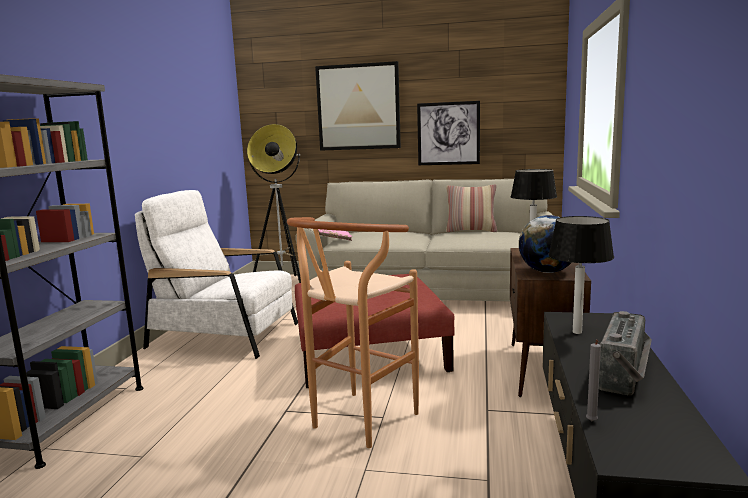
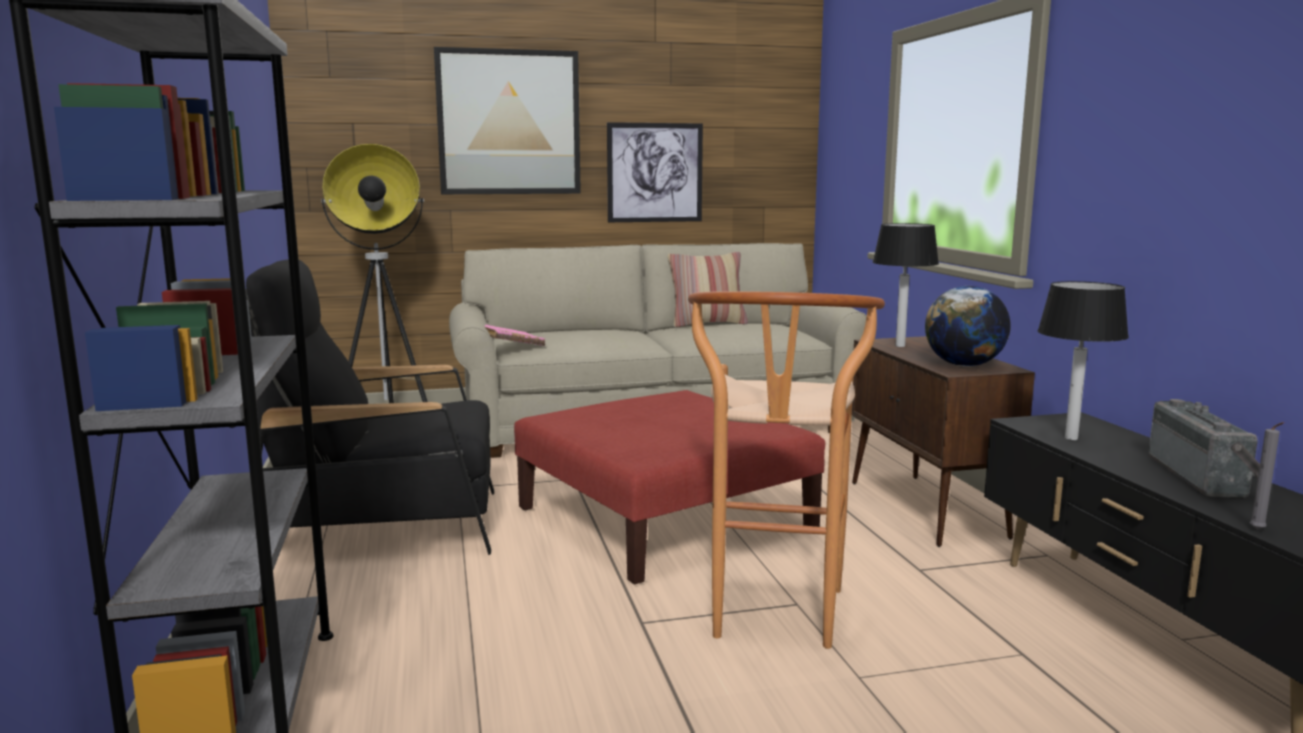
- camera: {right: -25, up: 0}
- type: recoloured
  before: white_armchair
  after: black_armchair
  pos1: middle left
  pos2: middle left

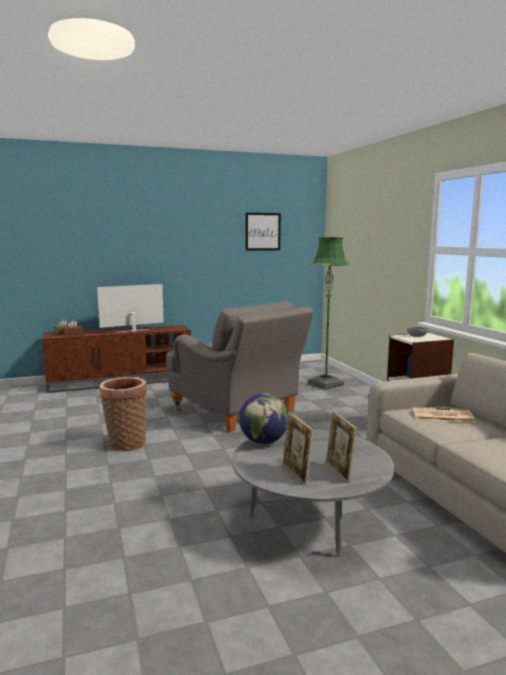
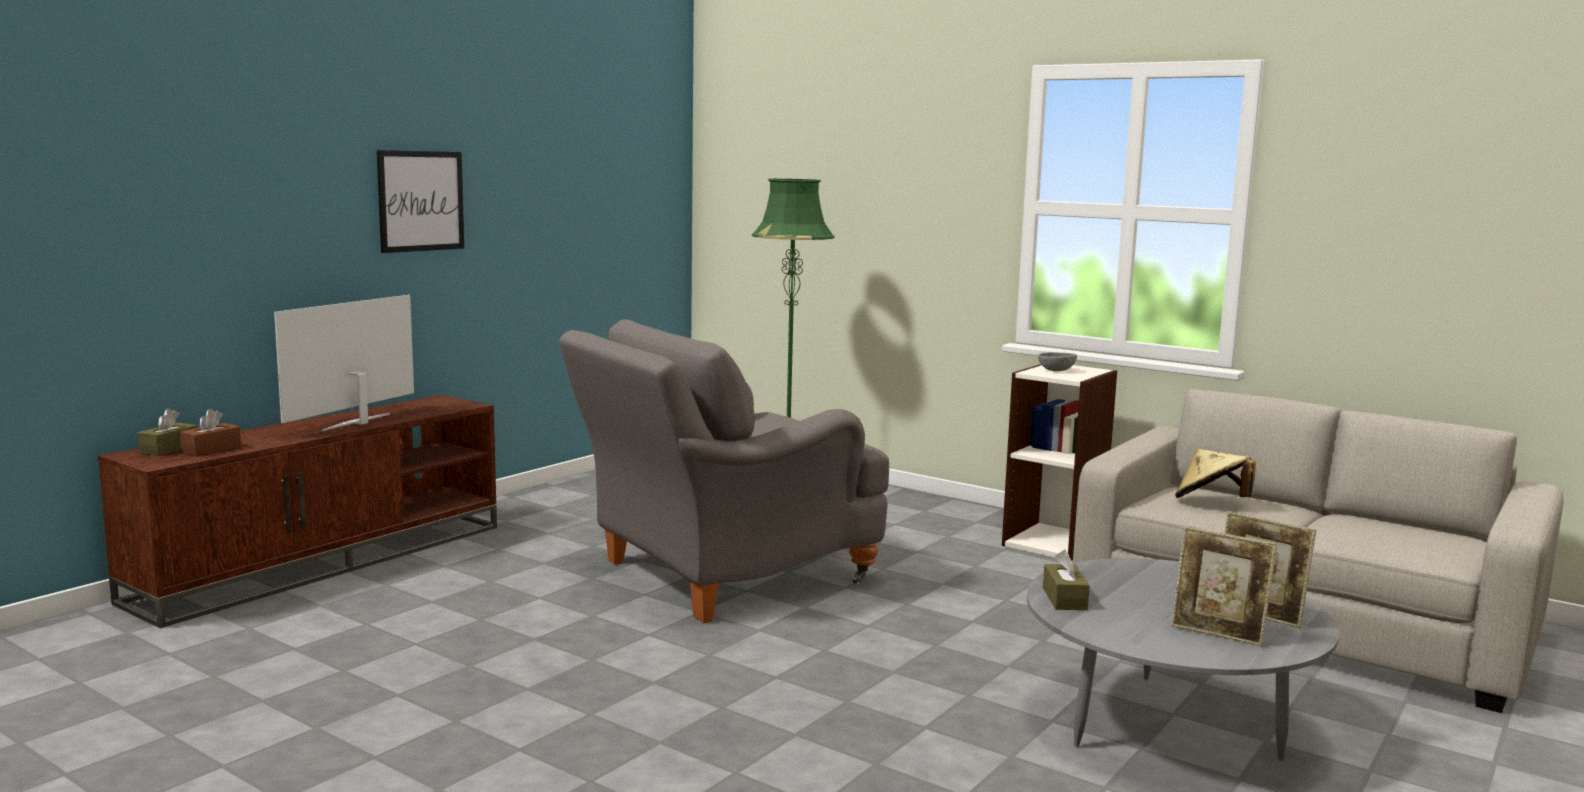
- camera: {right: -35, up: 0}
- type: moved
  before: picture
  pos1: centre
  pos2: top left
- type: turned
  before: grey_armchair
  pos1: centre
  pos2: centre
  turn: 135
- type: removed
  before: basket
  pos1: middle left
- type: replaced
  before: globe
  after: brown_tissue_box (3rd from left)
  pos1: centre
  pos2: bottom right
- type: replaced
  before: newspaper
  after: beige_hat
  pos1: middle right
  pos2: middle right

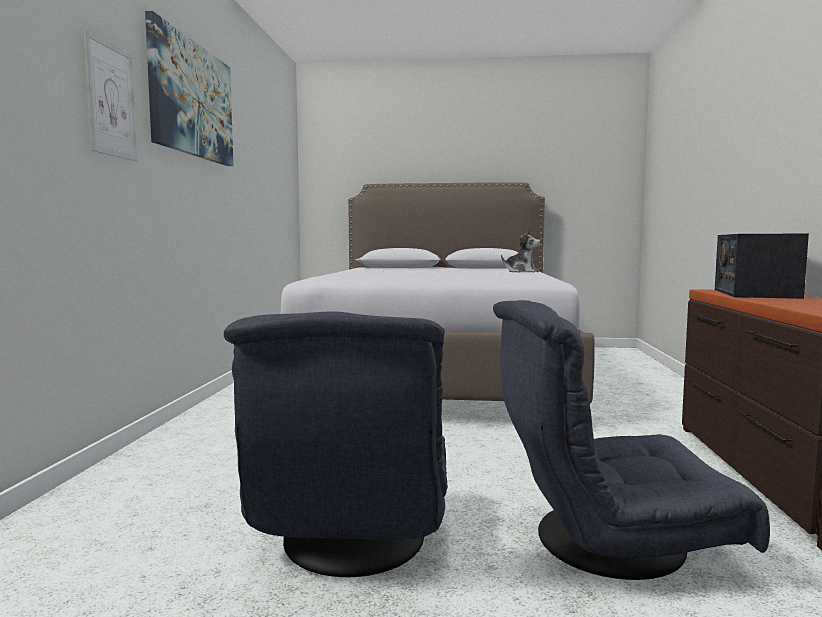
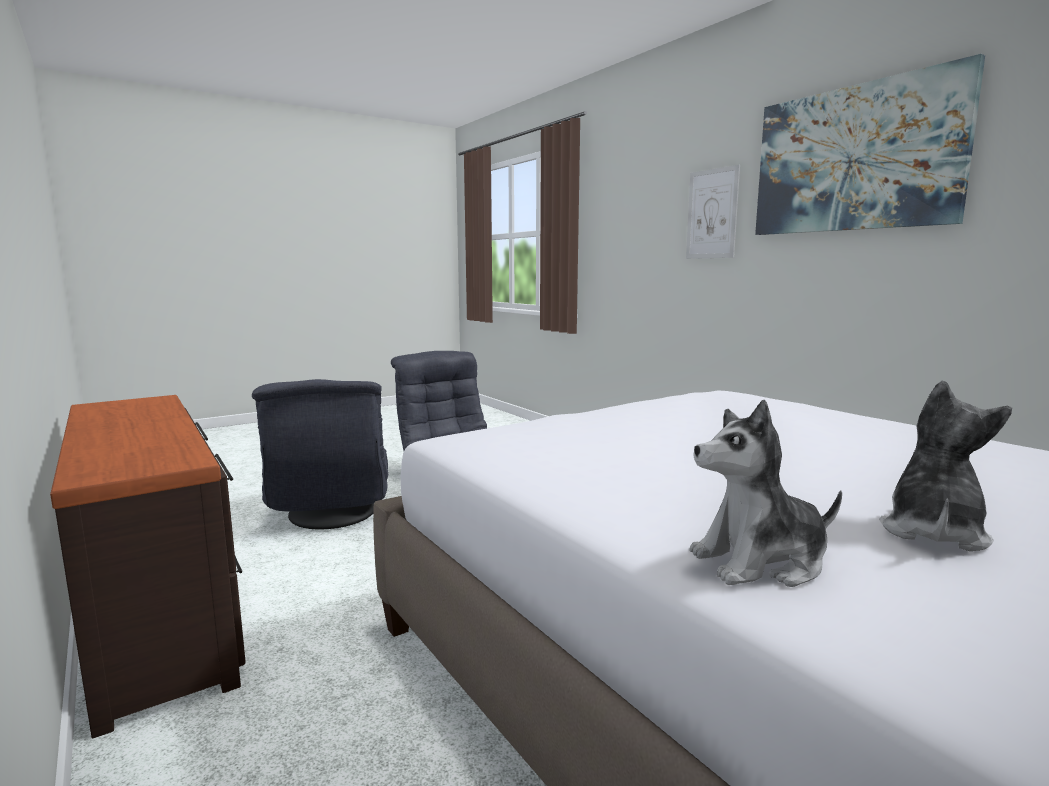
- camera: {right: 140, up: 5}
- type: removed
  before: radio
  pos1: middle right
- type: turned
  before: grey_armchair (2nd from left in the first image)
  pos1: bottom right
  pos2: middle left
  turn: 120
- type: added
  after: plush_toy (2nd from left)
  pos2: middle right

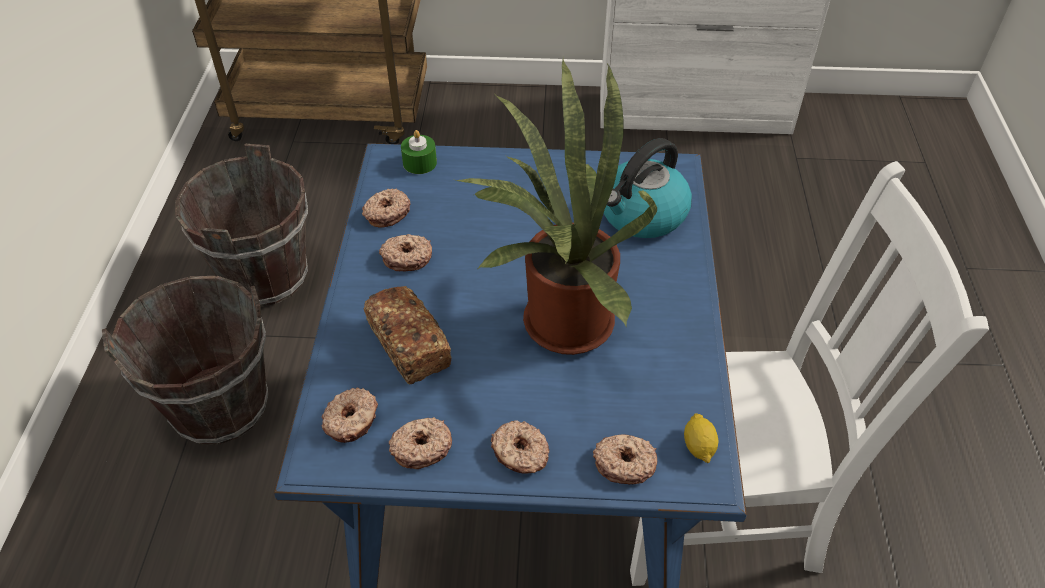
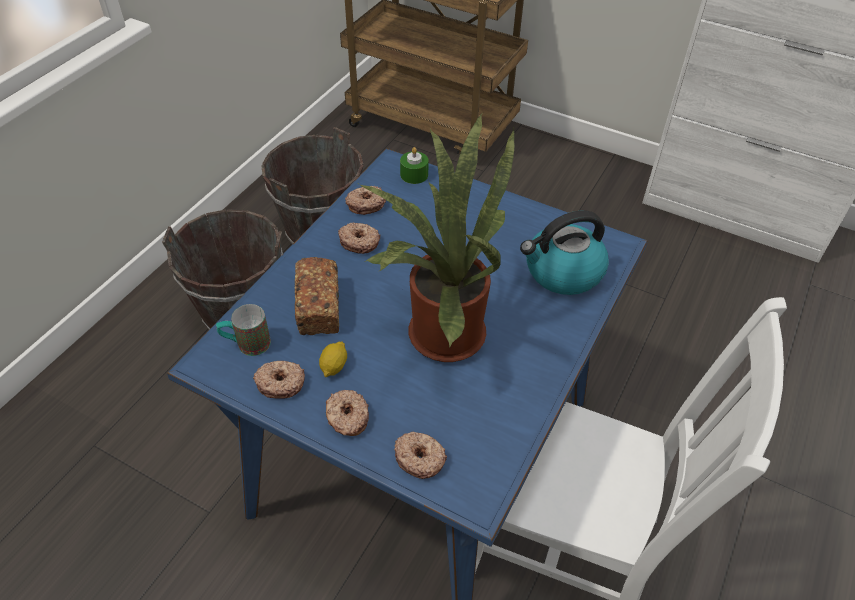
- camera: {right: 25, up: 0}
- type: replaced
  before: donut (1st from left)
  after: mug
  pos1: bottom centre
  pos2: middle left
- type: moved
  before: lemon
  pos1: bottom right
  pos2: centre

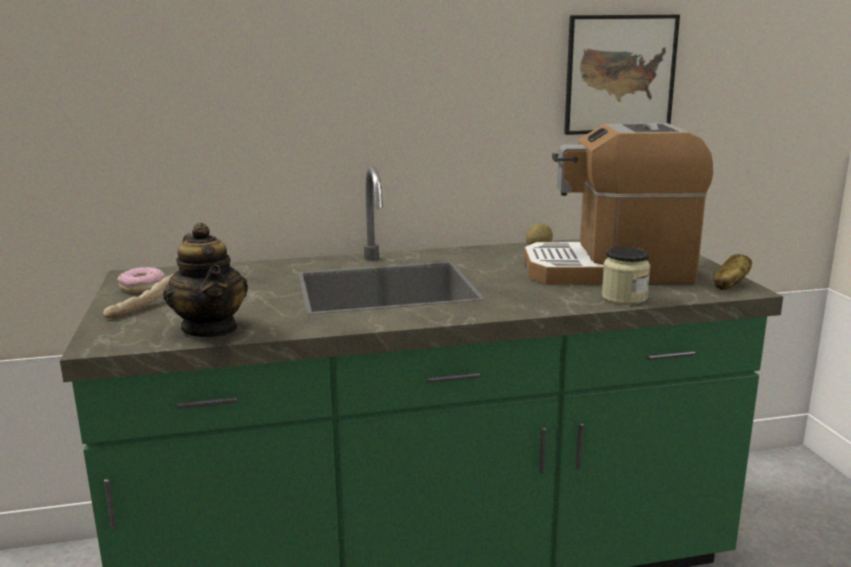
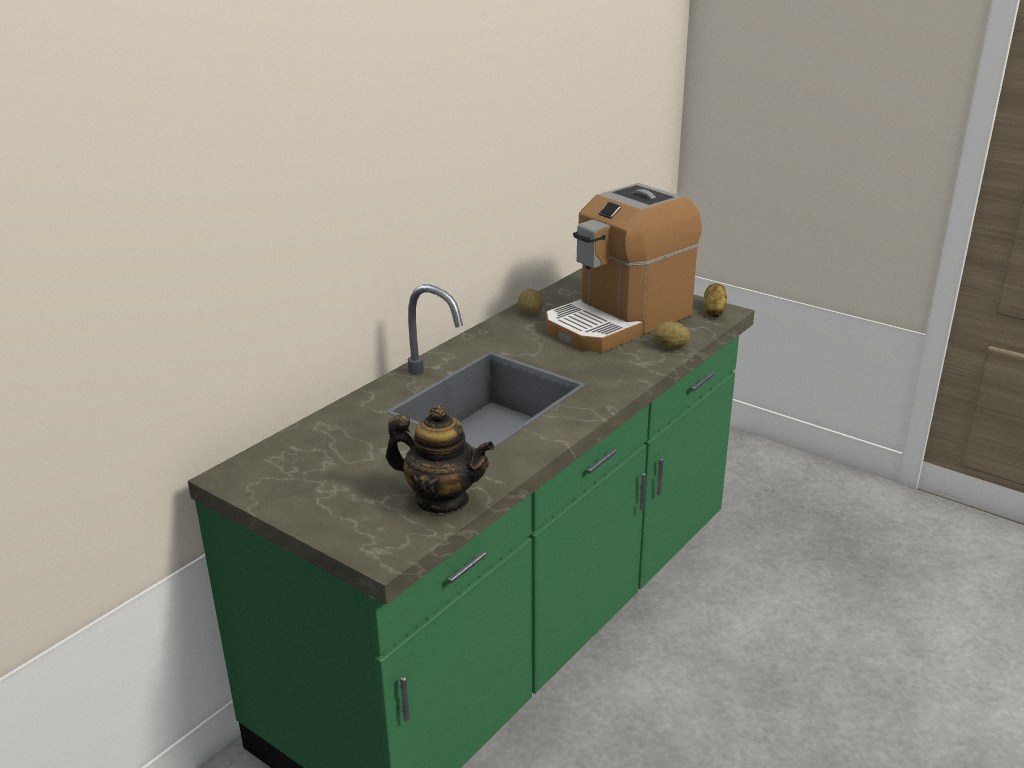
- camera: {right: -40, up: 10}
- type: removed
  before: picture
  pos1: top right
- type: replaced
  before: jar
  after: potato (2nd from left)
  pos1: middle right
  pos2: centre
- type: removed
  before: donut
  pos1: middle left
- type: removed
  before: bread
  pos1: middle left

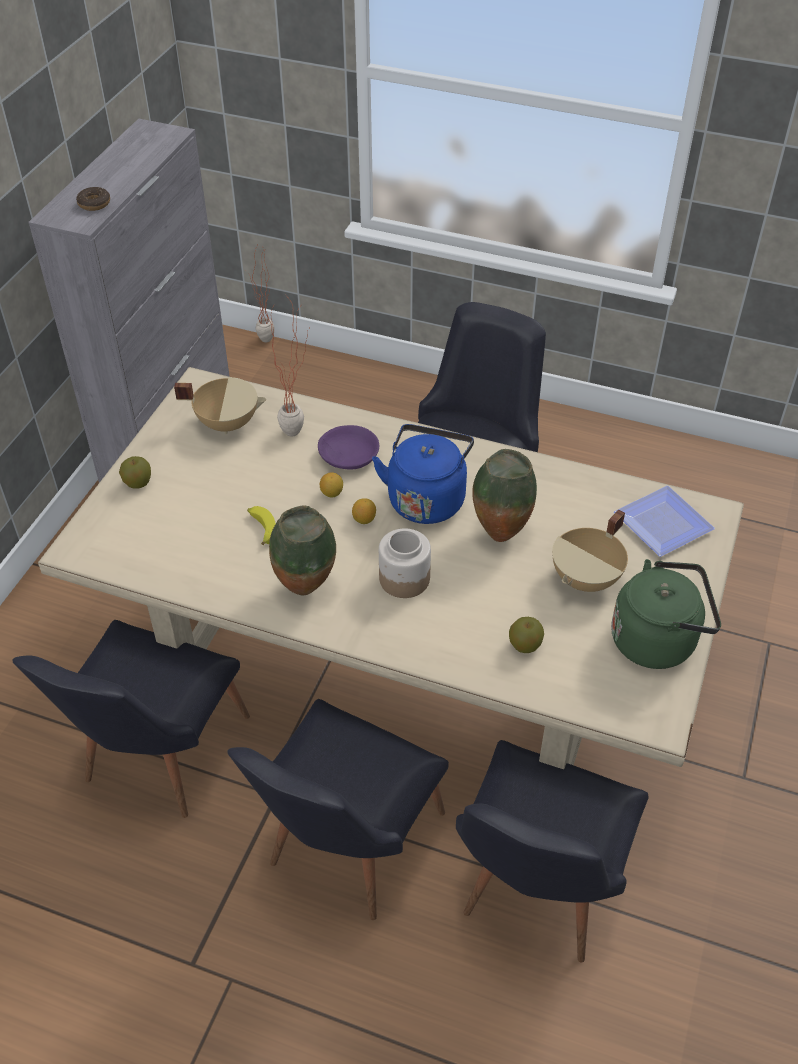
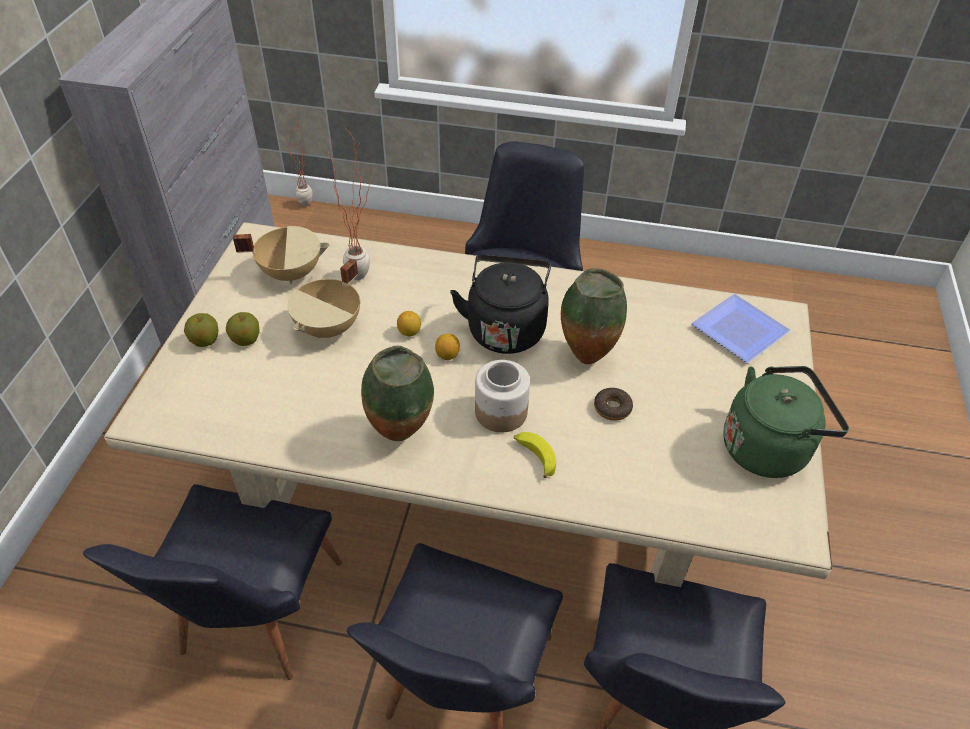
- camera: {right: -10, up: 0}
- type: moved
  before: donut
  pos1: top left
  pos2: centre
- type: recoloured
  before: blue_kettle
  after: black_kettle
  pos1: centre
  pos2: centre
- type: removed
  before: purple_bowl
  pos1: centre
- type: moved
  before: banana
  pos1: middle left
  pos2: centre
- type: moved
  before: beige_cooking_pot (2nd from left)
  pos1: middle right
  pos2: middle left
- type: moved
  before: apple (2nd from left)
  pos1: centre
  pos2: middle left

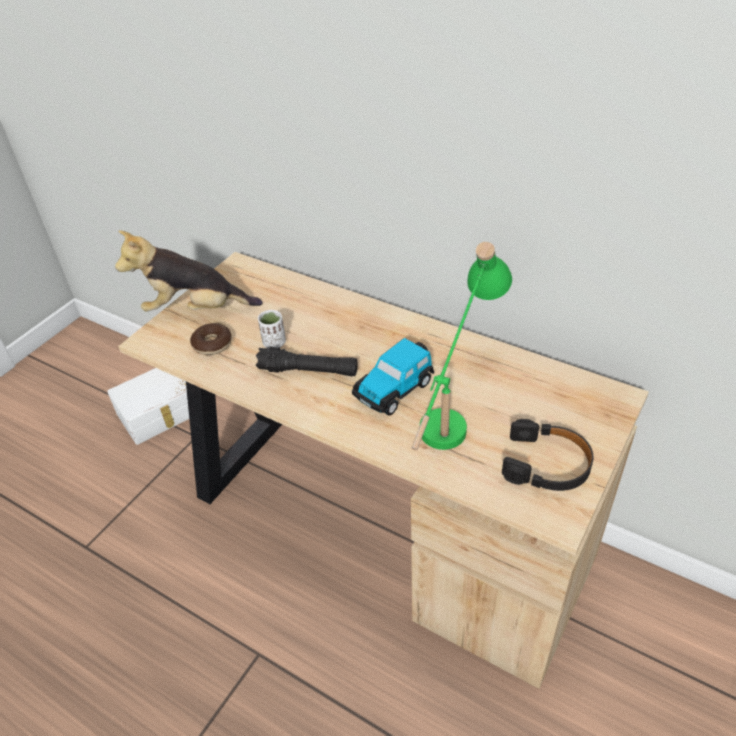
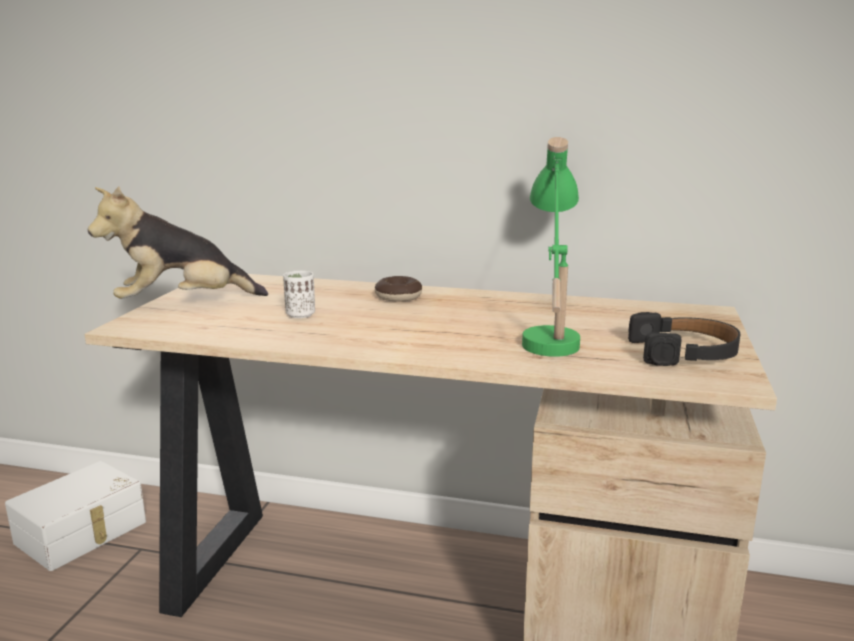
- camera: {right: -20, up: -25}
- type: moved
  before: donut
  pos1: middle left
  pos2: centre
- type: removed
  before: toy_car
  pos1: centre
- type: removed
  before: black_flashlight
  pos1: centre

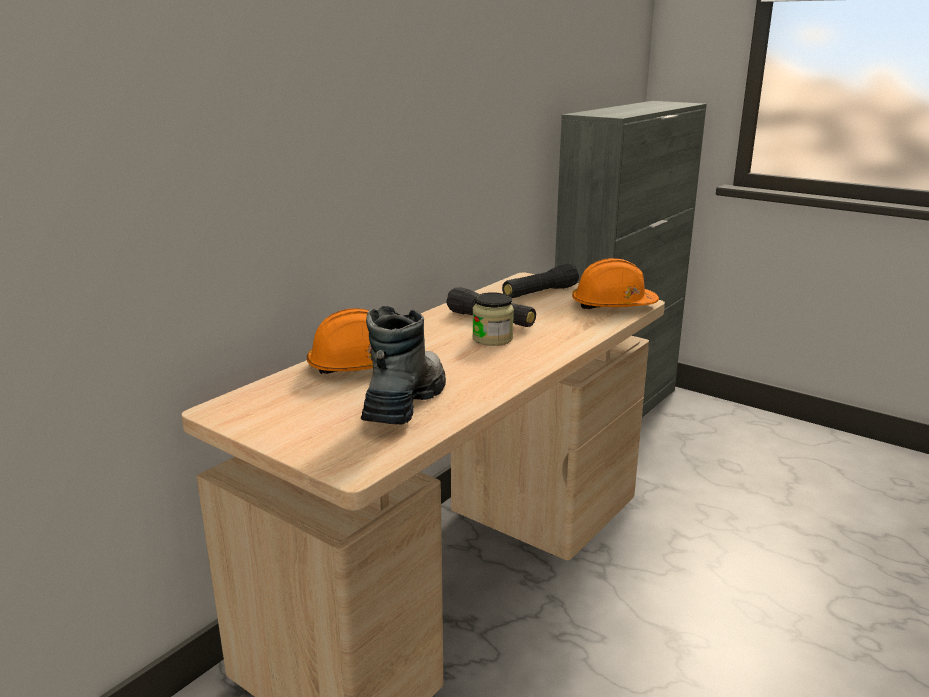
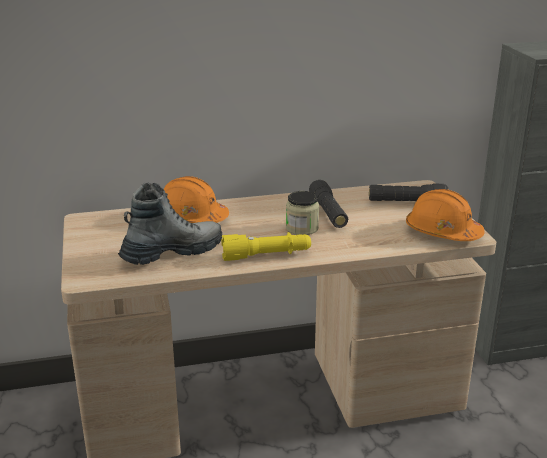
- camera: {right: 40, up: 5}
- type: added
  after: yellow_flashlight
  pos2: centre

